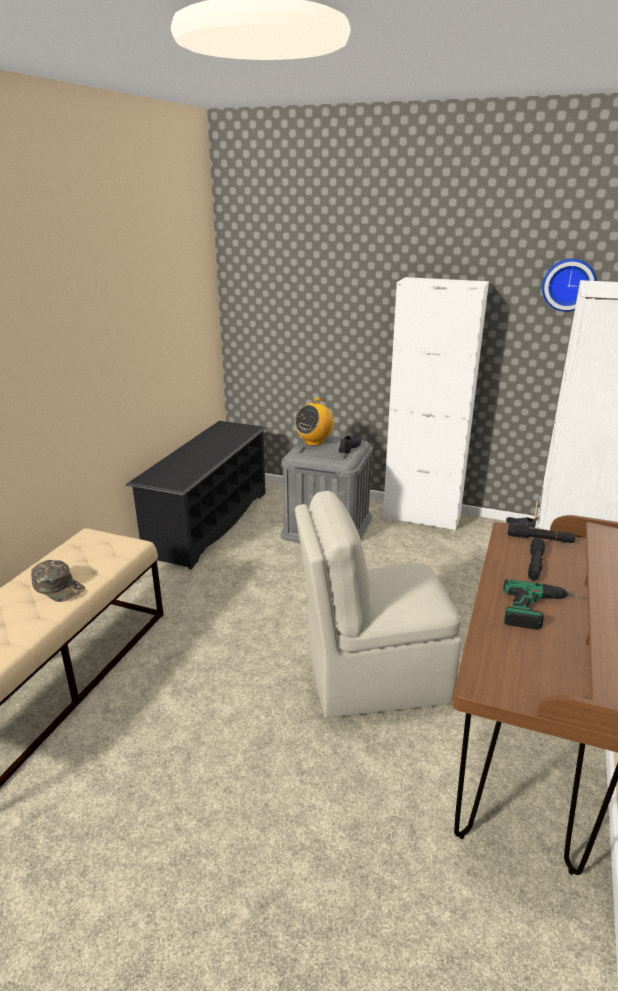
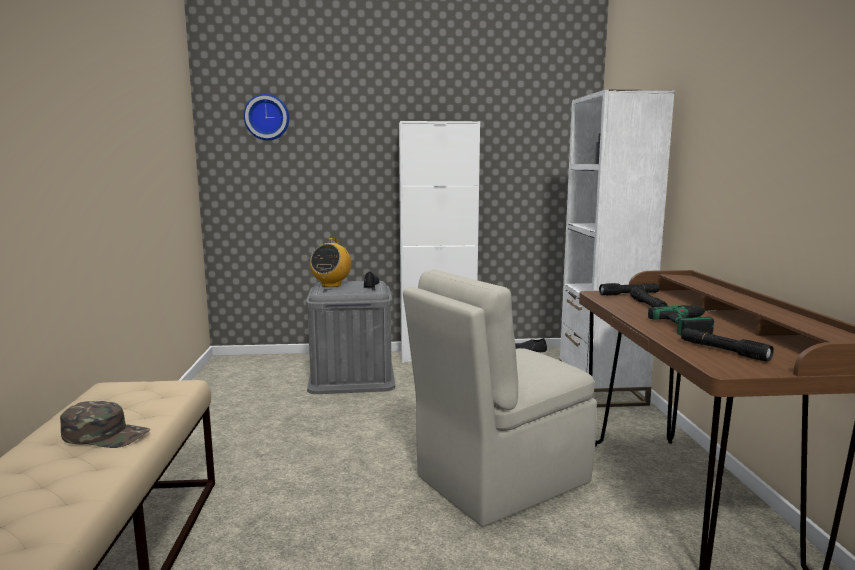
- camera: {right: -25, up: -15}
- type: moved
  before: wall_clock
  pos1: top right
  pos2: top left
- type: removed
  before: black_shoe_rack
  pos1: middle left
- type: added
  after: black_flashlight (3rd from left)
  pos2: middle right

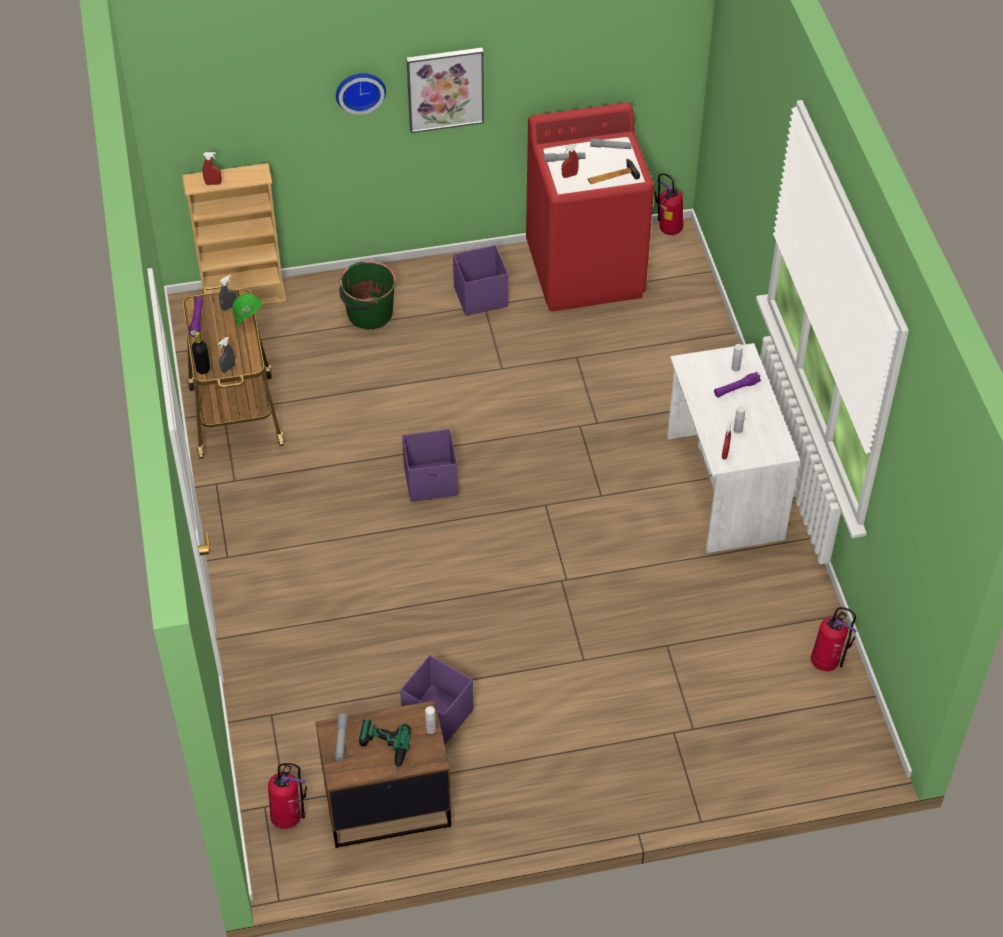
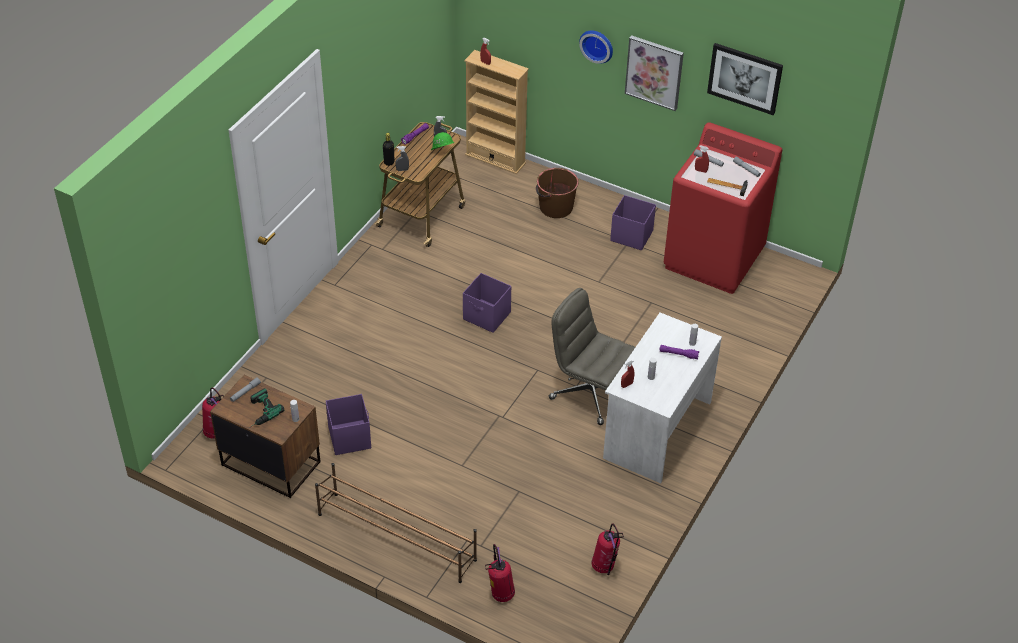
- camera: {right: 40, up: -5}
- type: moved
  before: fire_extinguisher (2nd from left)
  pos1: top centre
  pos2: bottom centre
- type: recoloured
  before: green_bucket
  after: brown_bucket
  pos1: top centre
  pos2: top centre
- type: added
  after: picture (2nd from left)
  pos2: top right
- type: added
  after: grey_office_chair
  pos2: centre
- type: added
  after: brown_shoe_rack
  pos2: bottom centre

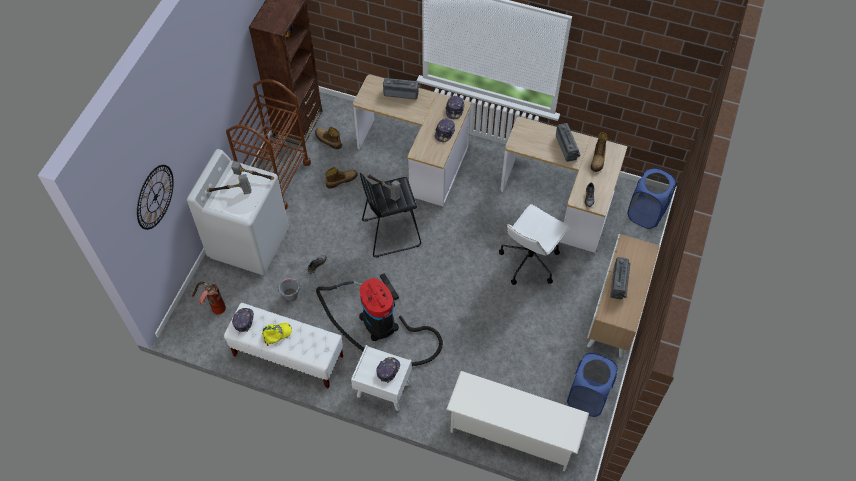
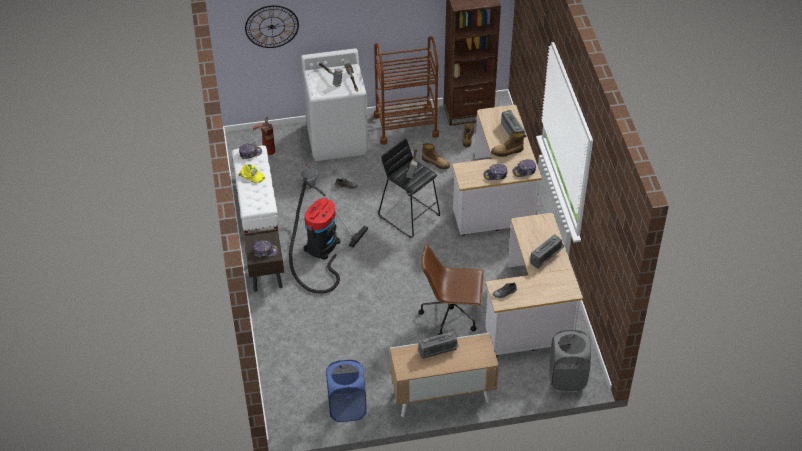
- camera: {right: 60, up: -10}
- type: moved
  before: boot (3rd from left)
  pos1: top right
  pos2: top centre
- type: recoloured
  before: blue_laundry_basket (2nd from left)
  after: grey_laundry_basket
  pos1: middle right
  pos2: bottom right
- type: recoloured
  before: white_office_chair
  after: brown_office_chair
  pos1: centre
  pos2: centre
- type: recoloured
  before: white_nightstand
  after: brown_nightstand
  pos1: bottom centre
  pos2: middle left
- type: removed
  before: white_shoe_rack
  pos1: bottom centre

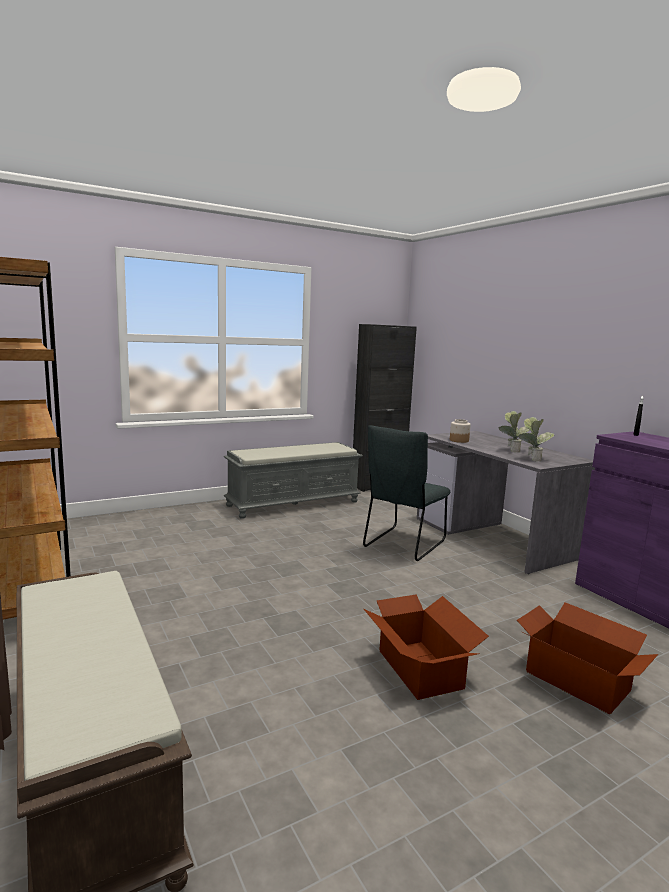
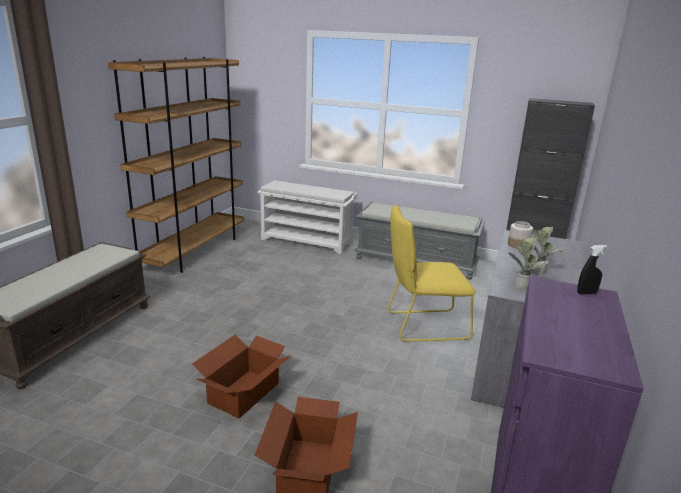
- camera: {right: 50, up: 10}
- type: recoloured
  before: grey_chair
  after: yellow_chair
  pos1: centre
  pos2: centre
- type: added
  after: white_shoe_rack
  pos2: centre

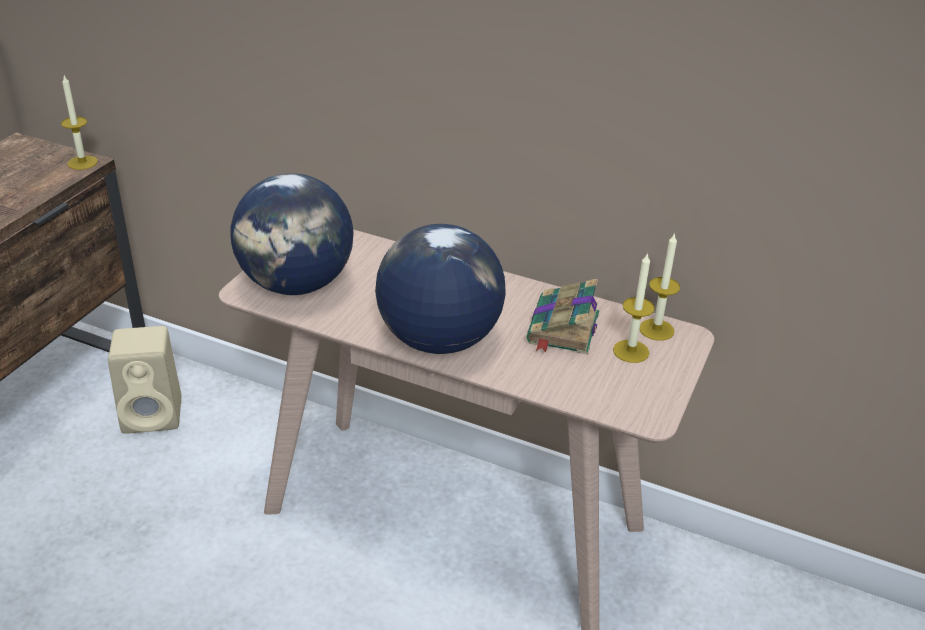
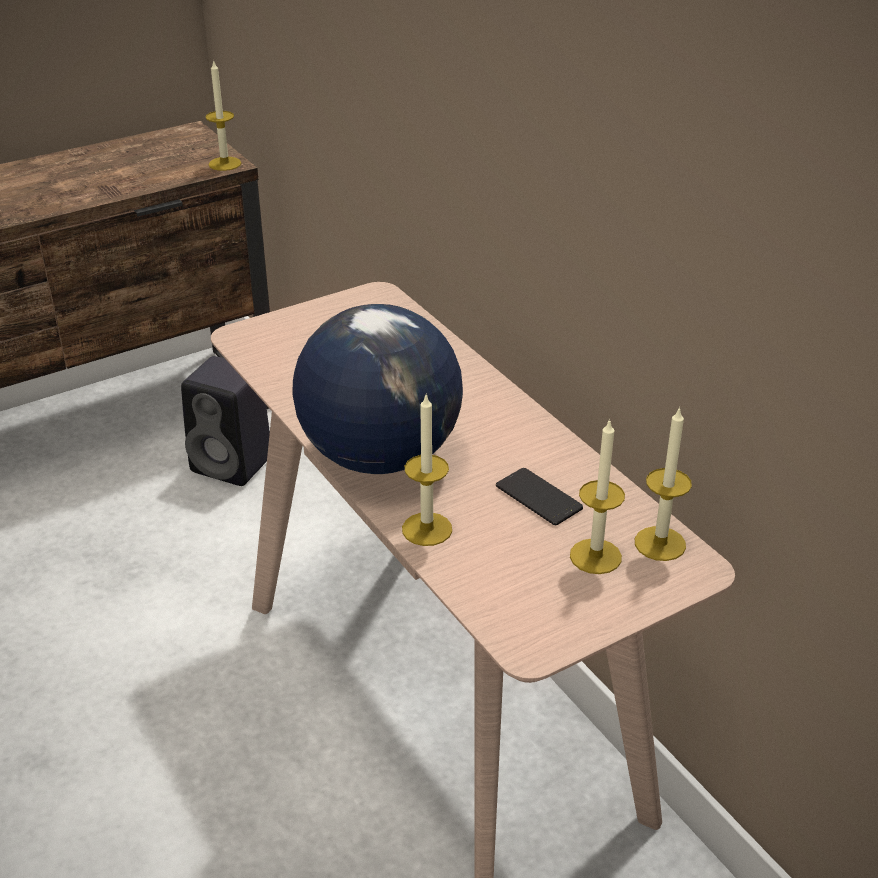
- camera: {right: 35, up: 0}
- type: removed
  before: globe (1st from left)
  pos1: middle left
- type: replaced
  before: book
  after: phone
  pos1: centre
  pos2: centre
- type: recoloured
  before: beige_speaker
  after: black_speaker
  pos1: middle left
  pos2: middle left
- type: added
  after: candle (2nd from left)
  pos2: centre

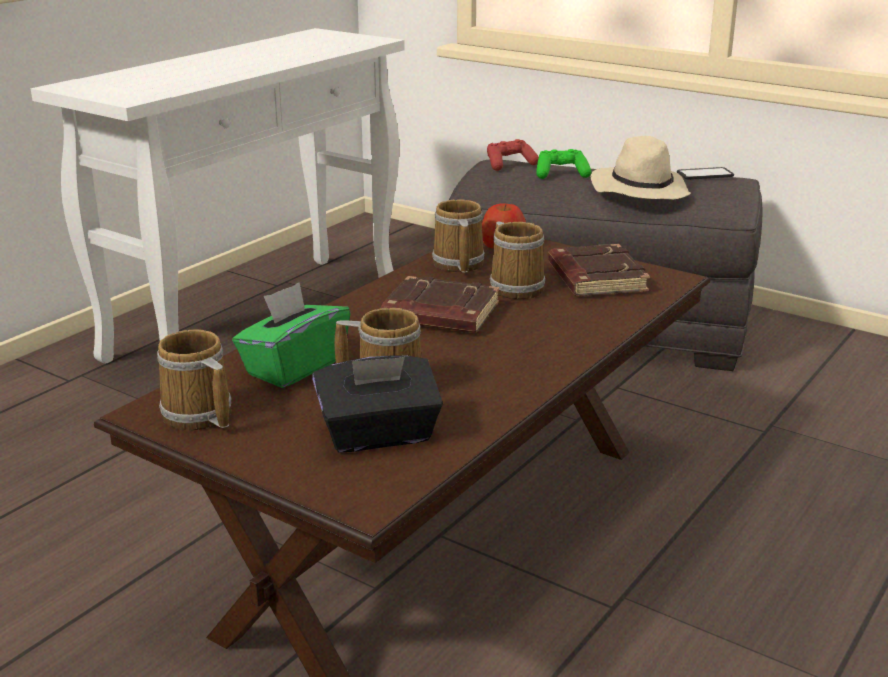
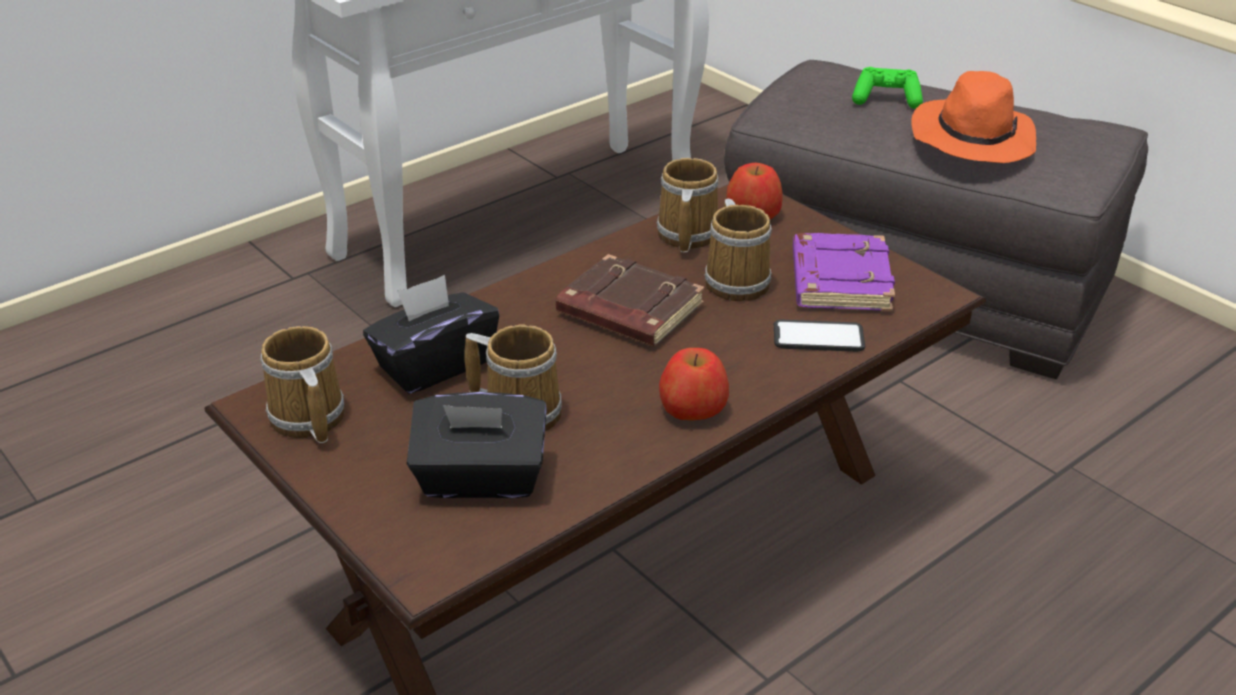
- camera: {right: 15, up: 10}
- type: recoloured
  before: beige_hat
  after: orange_hat
  pos1: top right
  pos2: top right
- type: removed
  before: red_game_controller
  pos1: top centre
- type: moved
  before: phone
  pos1: top right
  pos2: centre
- type: recoloured
  before: brown_book (2nd from left)
  after: purple_book
  pos1: middle right
  pos2: middle right
- type: recoloured
  before: green_tissue_box
  after: black_tissue_box (1st from left)
  pos1: middle left
  pos2: centre
- type: added
  after: apple (1st from left)
  pos2: centre

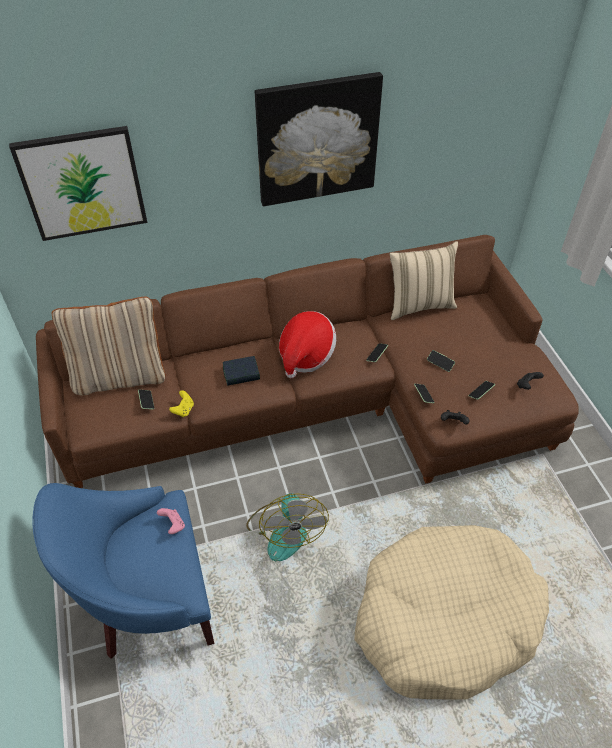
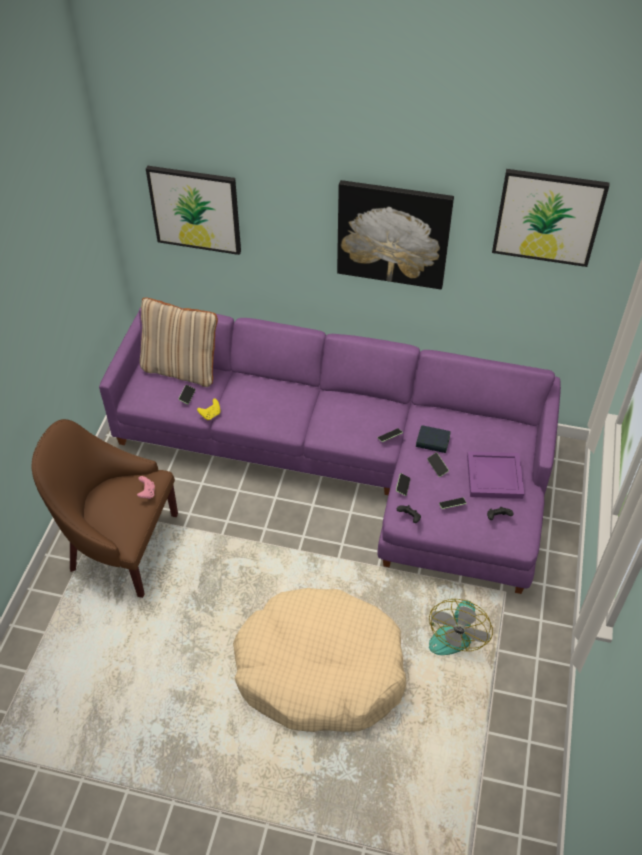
- camera: {right: 30, up: 0}
- type: recoloured
  before: brown_sofa
  after: purple_sofa
  pos1: centre
  pos2: centre
- type: removed
  before: beige_pillow (2nd from left)
  pos1: middle right
- type: removed
  before: hat
  pos1: centre
- type: moved
  before: book
  pos1: centre
  pos2: middle right
- type: recoloured
  before: blue_armchair
  after: brown_armchair
  pos1: bottom left
  pos2: middle left
- type: moved
  before: fan
  pos1: bottom centre
  pos2: bottom right
- type: added
  after: picture (3rd from left)
  pos2: top right
- type: added
  after: purple_tray
  pos2: middle right

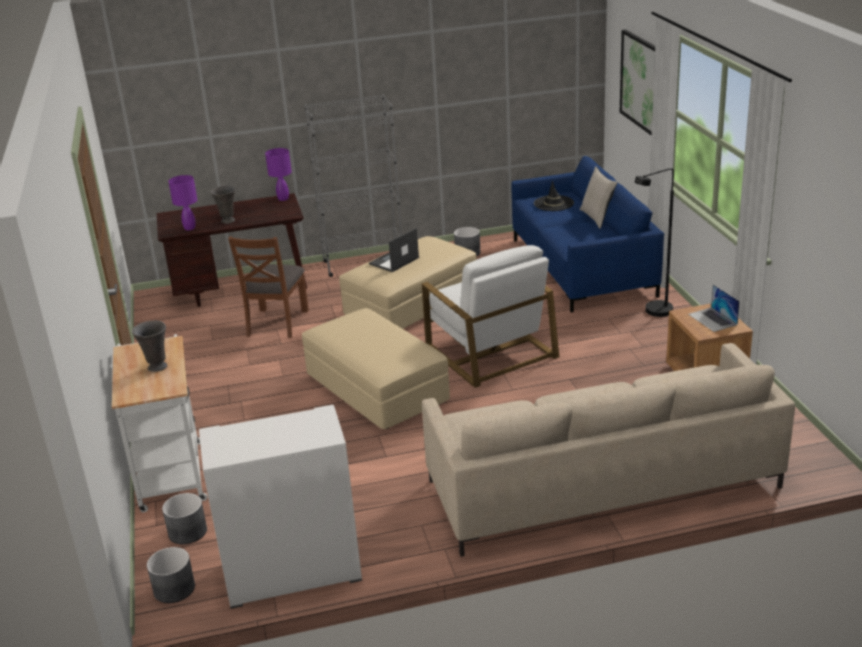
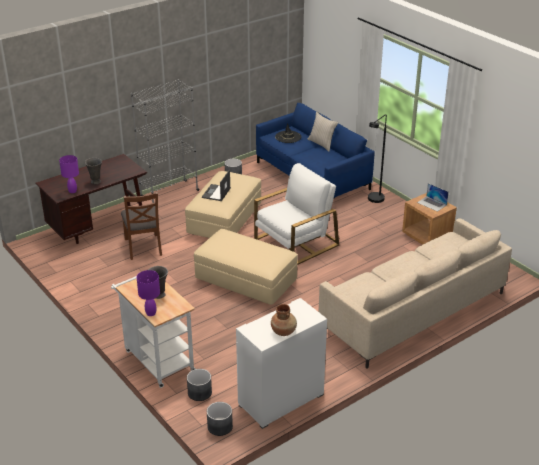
- camera: {right: -25, up: 5}
- type: removed
  before: picture
  pos1: top right
- type: moved
  before: purple_table_lamp (2nd from left)
  pos1: top left
  pos2: middle left
- type: turned
  before: white_armchair
  pos1: centre
  pos2: centre
  turn: -75
- type: added
  after: brown_vase
  pos2: bottom centre

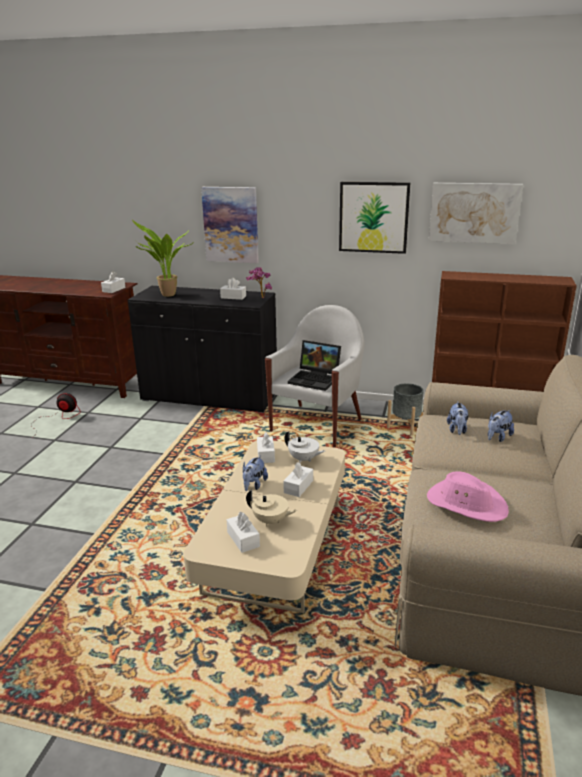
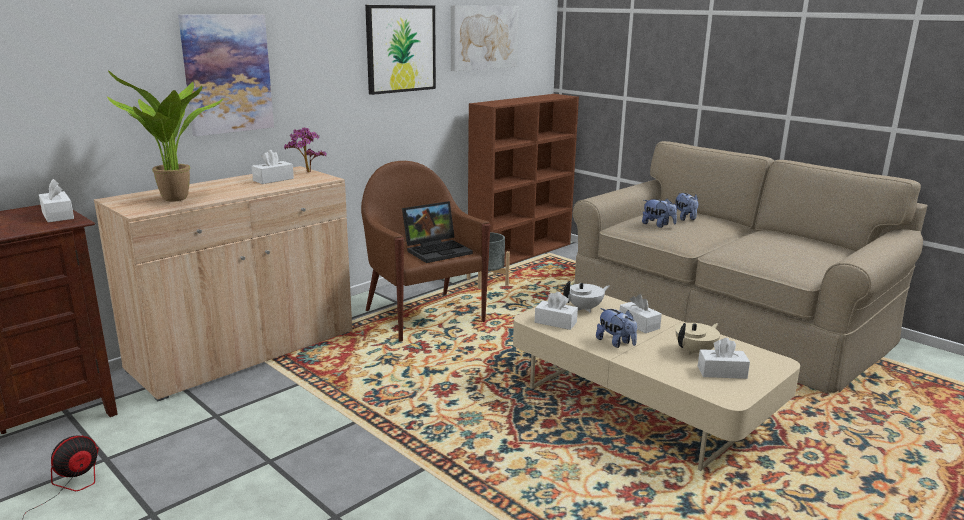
- camera: {right: -60, up: -5}
- type: recoloured
  before: black_cabinet
  after: beige_cabinet
  pos1: centre
  pos2: middle left
- type: recoloured
  before: white_armchair
  after: brown_armchair
  pos1: centre
  pos2: centre
- type: removed
  before: pink_hat
  pos1: middle right

